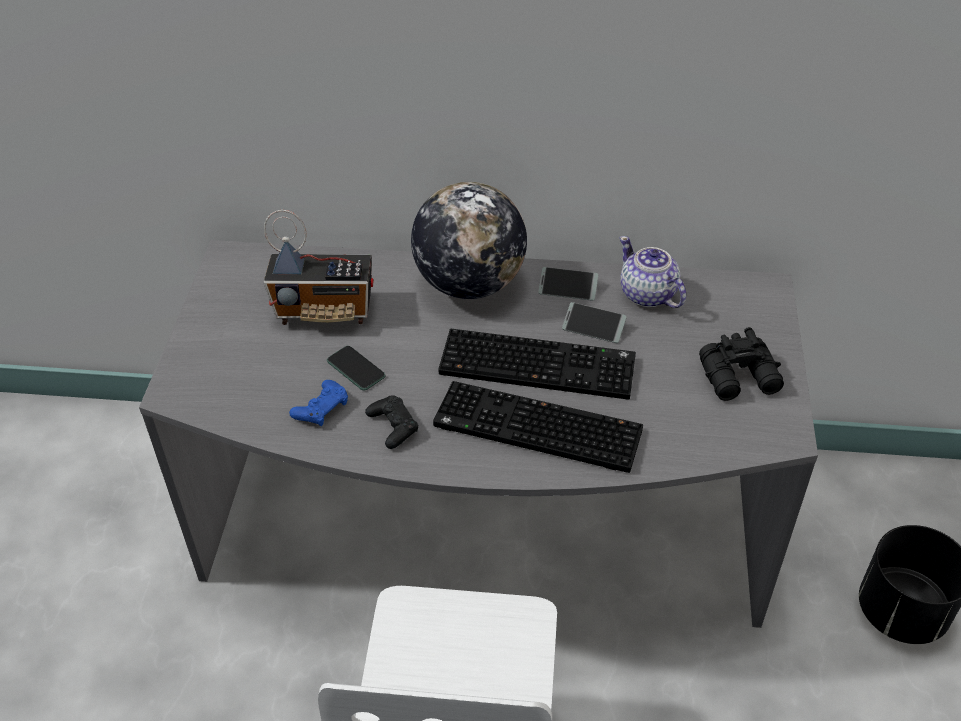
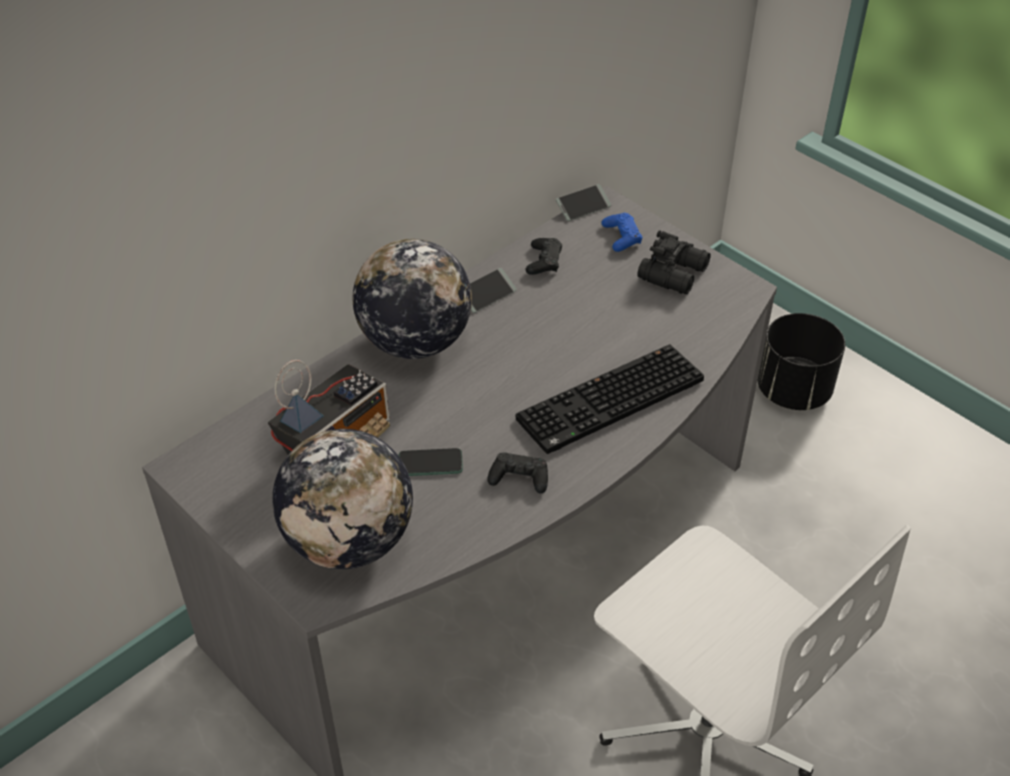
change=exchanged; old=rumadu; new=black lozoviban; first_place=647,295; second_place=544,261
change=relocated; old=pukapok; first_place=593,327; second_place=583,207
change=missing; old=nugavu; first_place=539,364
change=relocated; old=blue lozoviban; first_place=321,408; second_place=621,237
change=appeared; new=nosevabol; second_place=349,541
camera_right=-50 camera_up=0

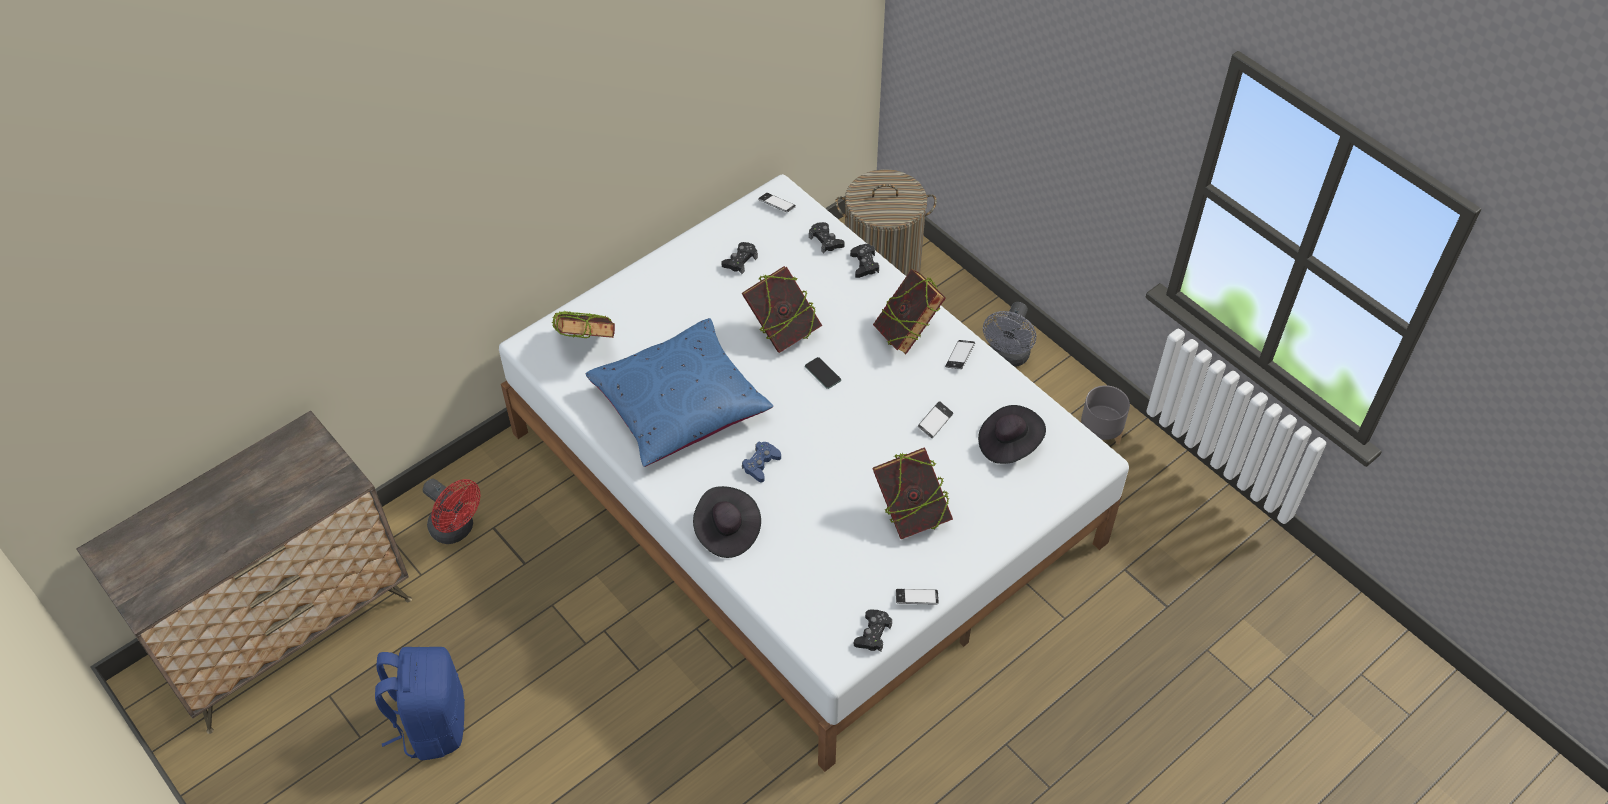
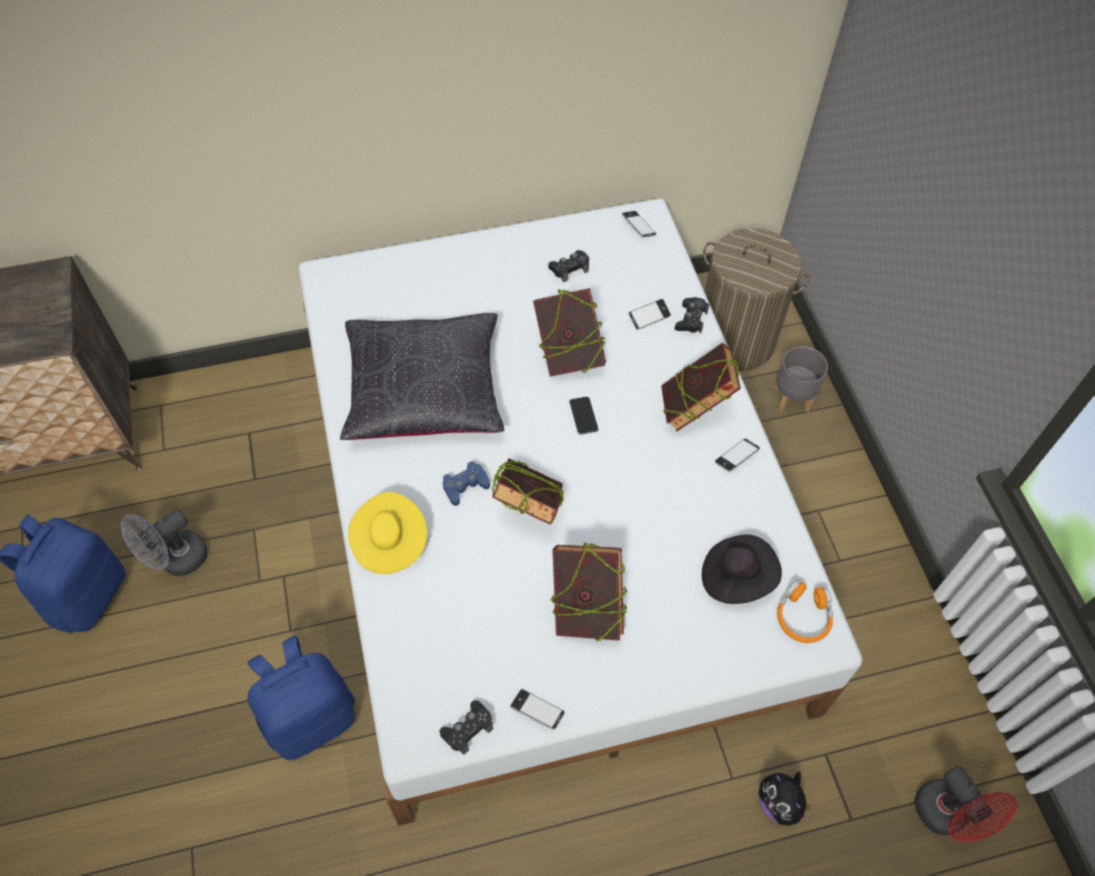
change=missing; old=black lozoviban; first_place=826,241
change=relocated; old=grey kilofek; first_place=1008,357; second_place=176,560
change=relocated; old=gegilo; first_place=587,347; second_place=528,510
change=colour; old=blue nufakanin; new=black nufakanin; first_place=679,405; second_place=424,390
change=relocated; old=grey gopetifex; first_place=1099,437; second_place=793,398
change=relocated; old=pukapok; first_place=935,422; second_place=649,316
change=relocated; old=red kilofek; first_place=457,530; second_place=947,817
change=colour; old=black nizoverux; new=yellow nizoverux; first_place=726,531; second_place=389,542
change=appeared; new=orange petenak; second_place=803,616
change=appeared; new=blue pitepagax; second_place=310,717
change=appeared; new=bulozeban; second_place=779,803
camera_right=25 camera_up=5

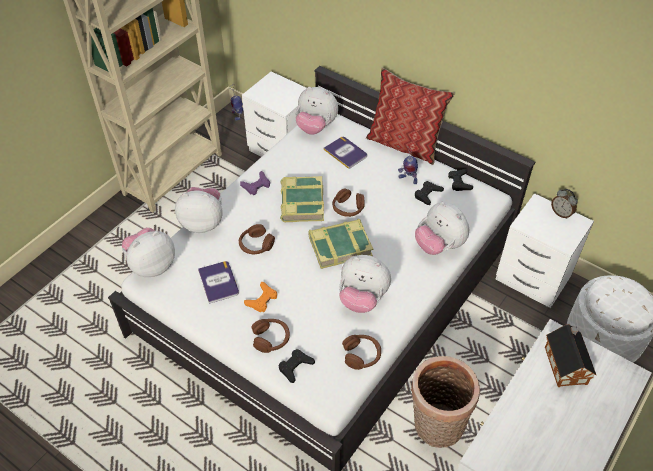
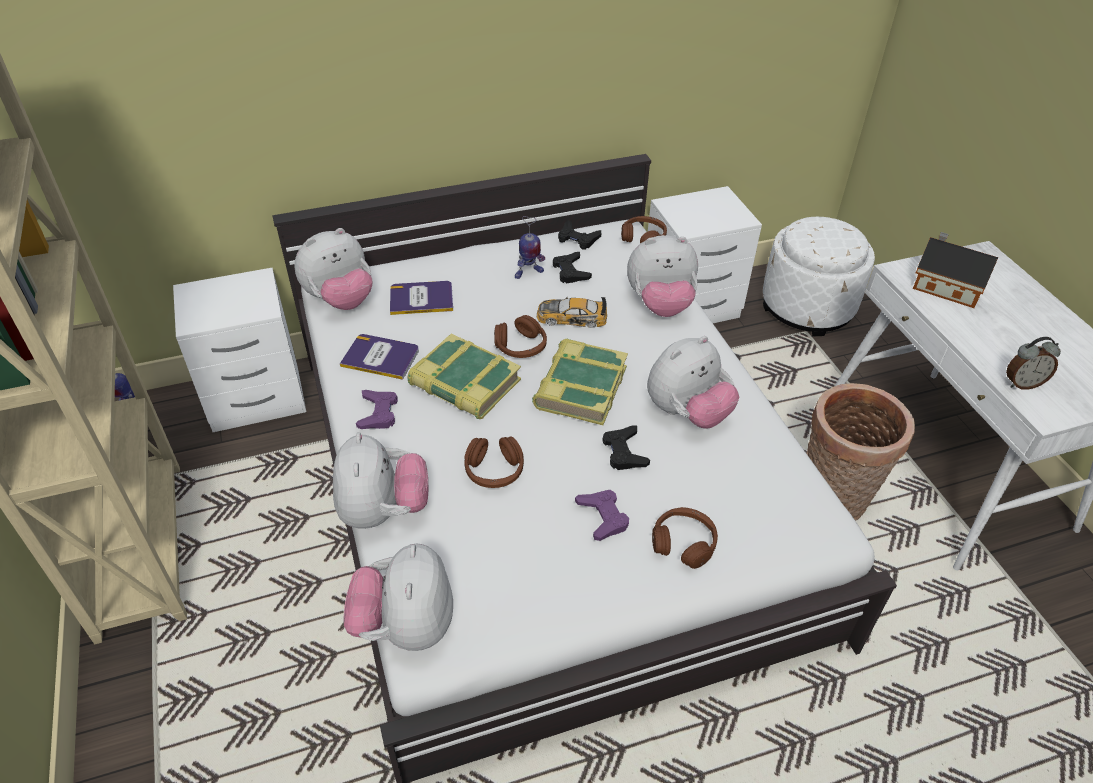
change=missing; old=nufakanin; first_place=405,144
change=spun; old=bulozeban; first_place=203,222; second_place=383,511; degrees=135
change=relocated; old=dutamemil; first_place=561,213; second_place=1022,383
change=relocated; old=gegilo; first_place=218,282; second_place=380,357
change=colour; old=orange lozoviban; new=purple lozoviban; first_place=262,300; second_place=603,517
change=relocated; old=brown petenak; first_place=362,355; second_place=643,238
change=relocated; old=black lozoviban; first_place=295,367; second_place=624,452
change=appeared; new=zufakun; second_place=571,317
camera_right=-55 camera_up=-5

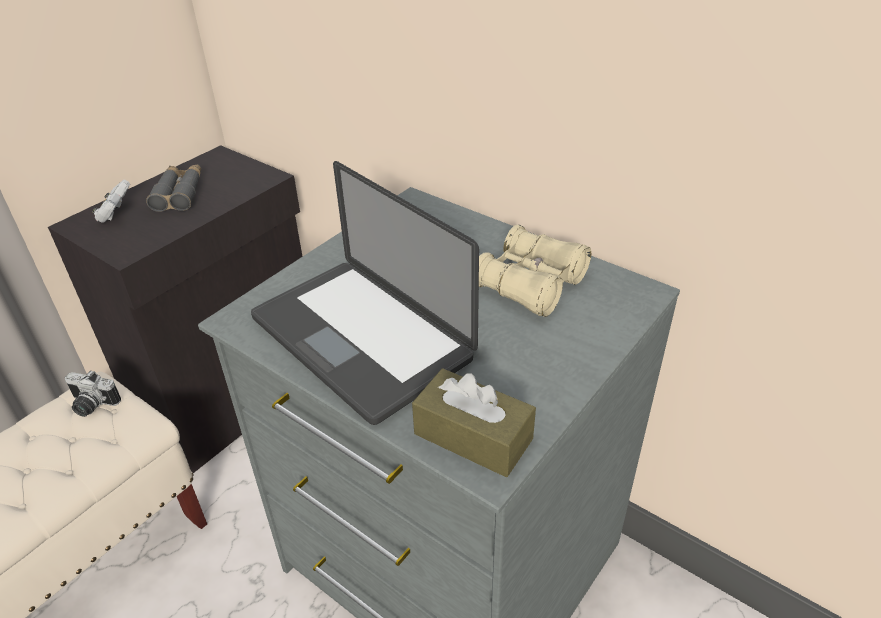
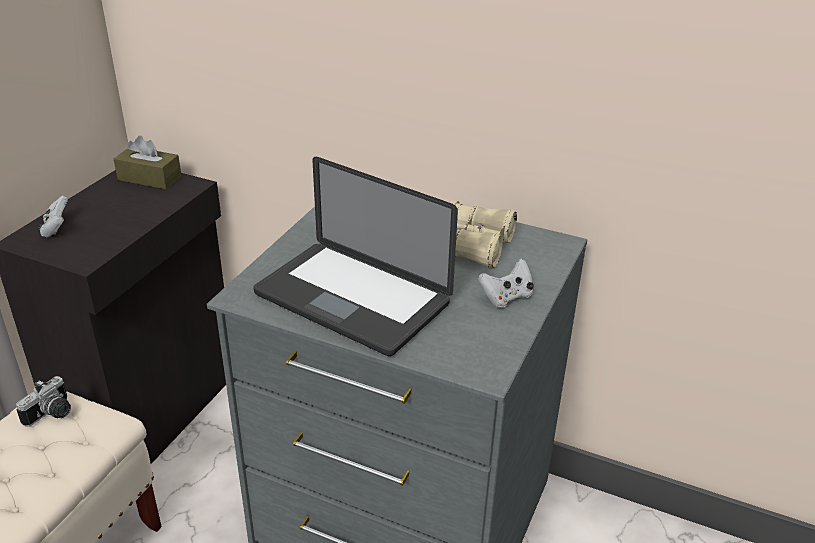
change=missing; old=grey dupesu; first_place=179,194
change=relocated; old=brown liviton; first_place=473,436; second_place=149,178
change=spun; old=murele; first_place=91,405; second_place=52,414; degrees=-60
change=appeared; new=white lozoviban; second_place=506,297
camera_right=-15 camera_up=-5

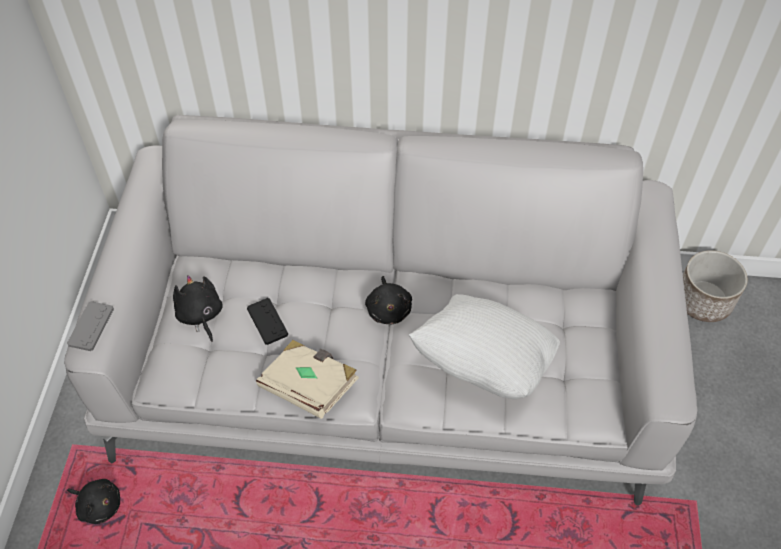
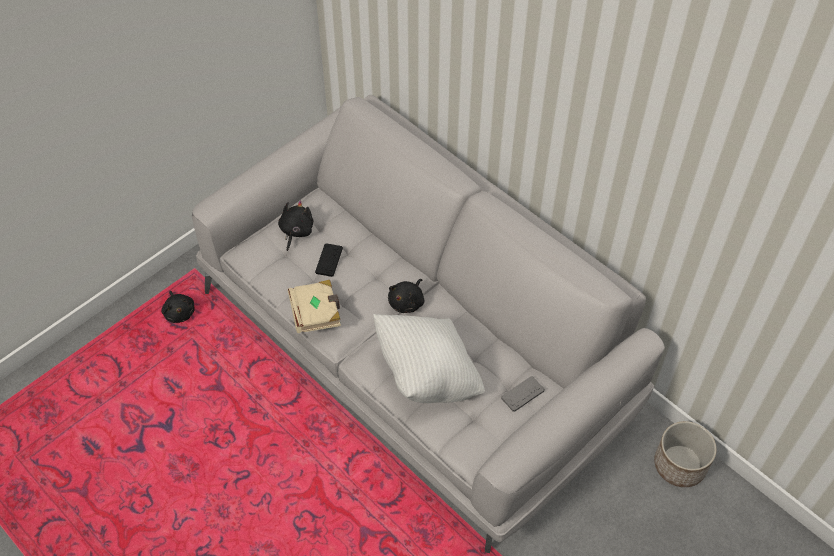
change=relocated; old=grey lozoviban; first_place=91,326; second_place=522,394
camera_right=40 camera_up=0

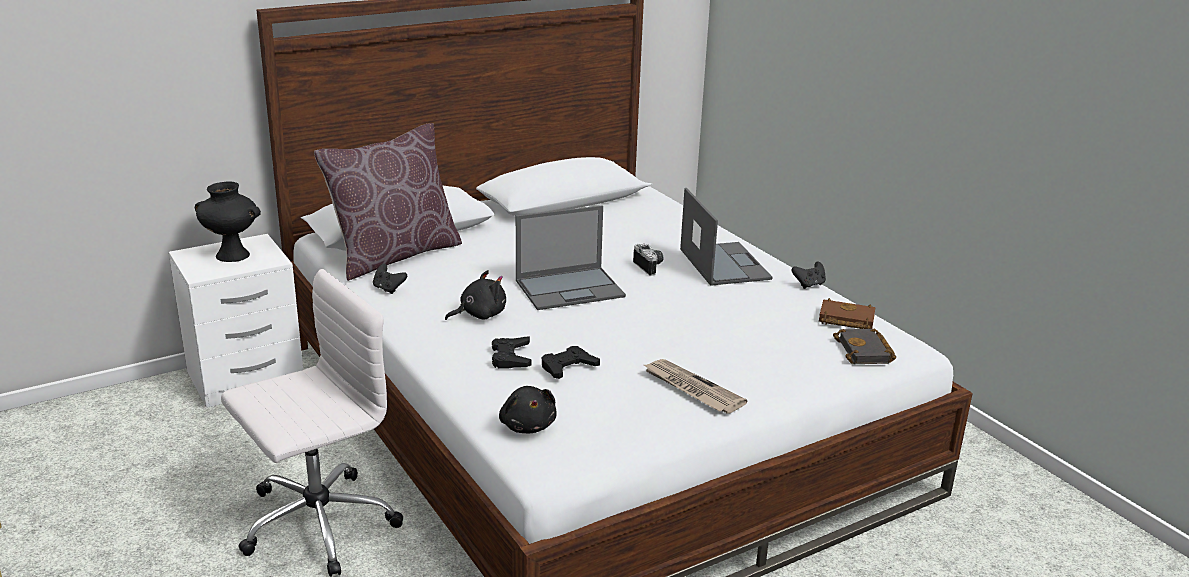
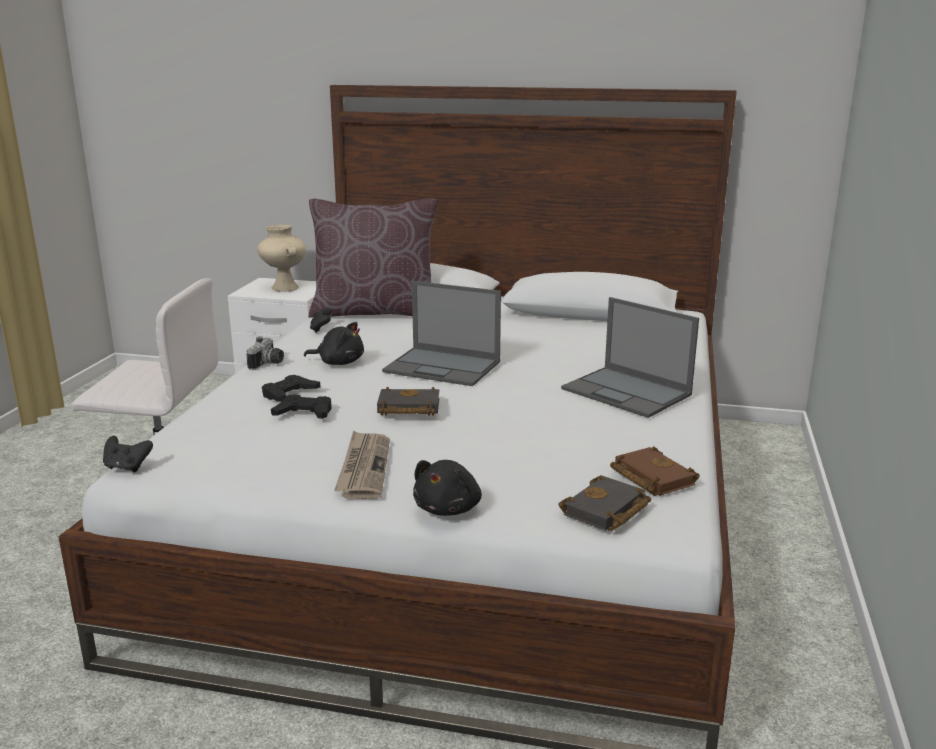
change=colour; old=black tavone; new=beige tavone; first_place=231,256; second_place=284,288
change=spun; old=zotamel; first_place=723,263; second_place=627,392; degrees=105
change=relocated; old=murele; first_place=650,267; second_place=268,364
change=relocated; old=black lozoviban; first_place=809,285; second_place=127,467
change=relocated; old=black bulozeban; first_place=527,425; second_place=449,508
change=appeared; new=black gegilo; second_place=407,408
camera_right=45 camera_up=-5

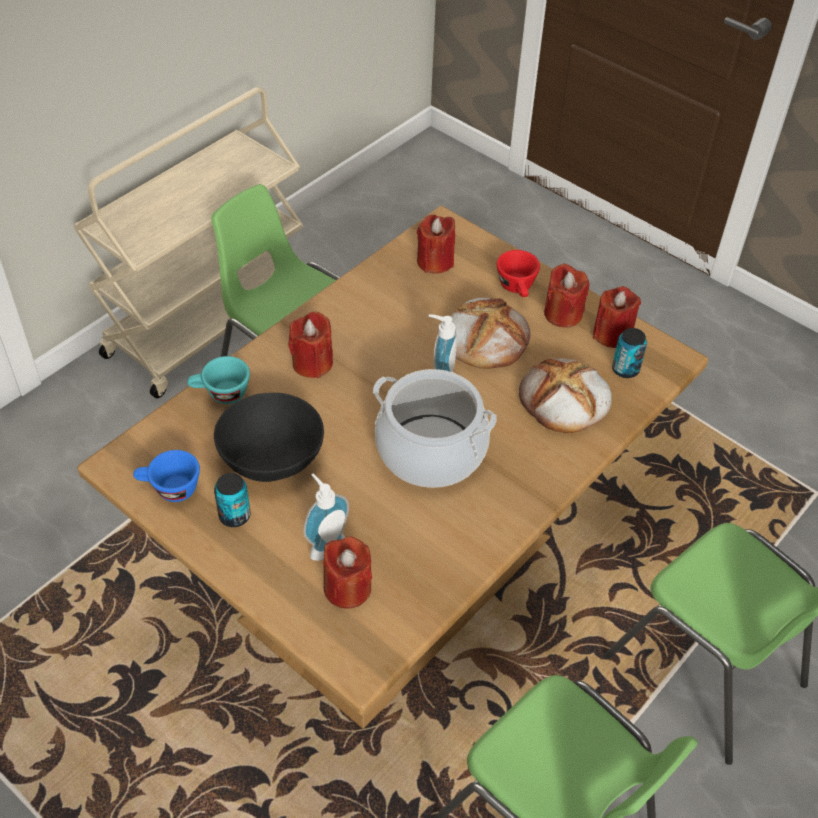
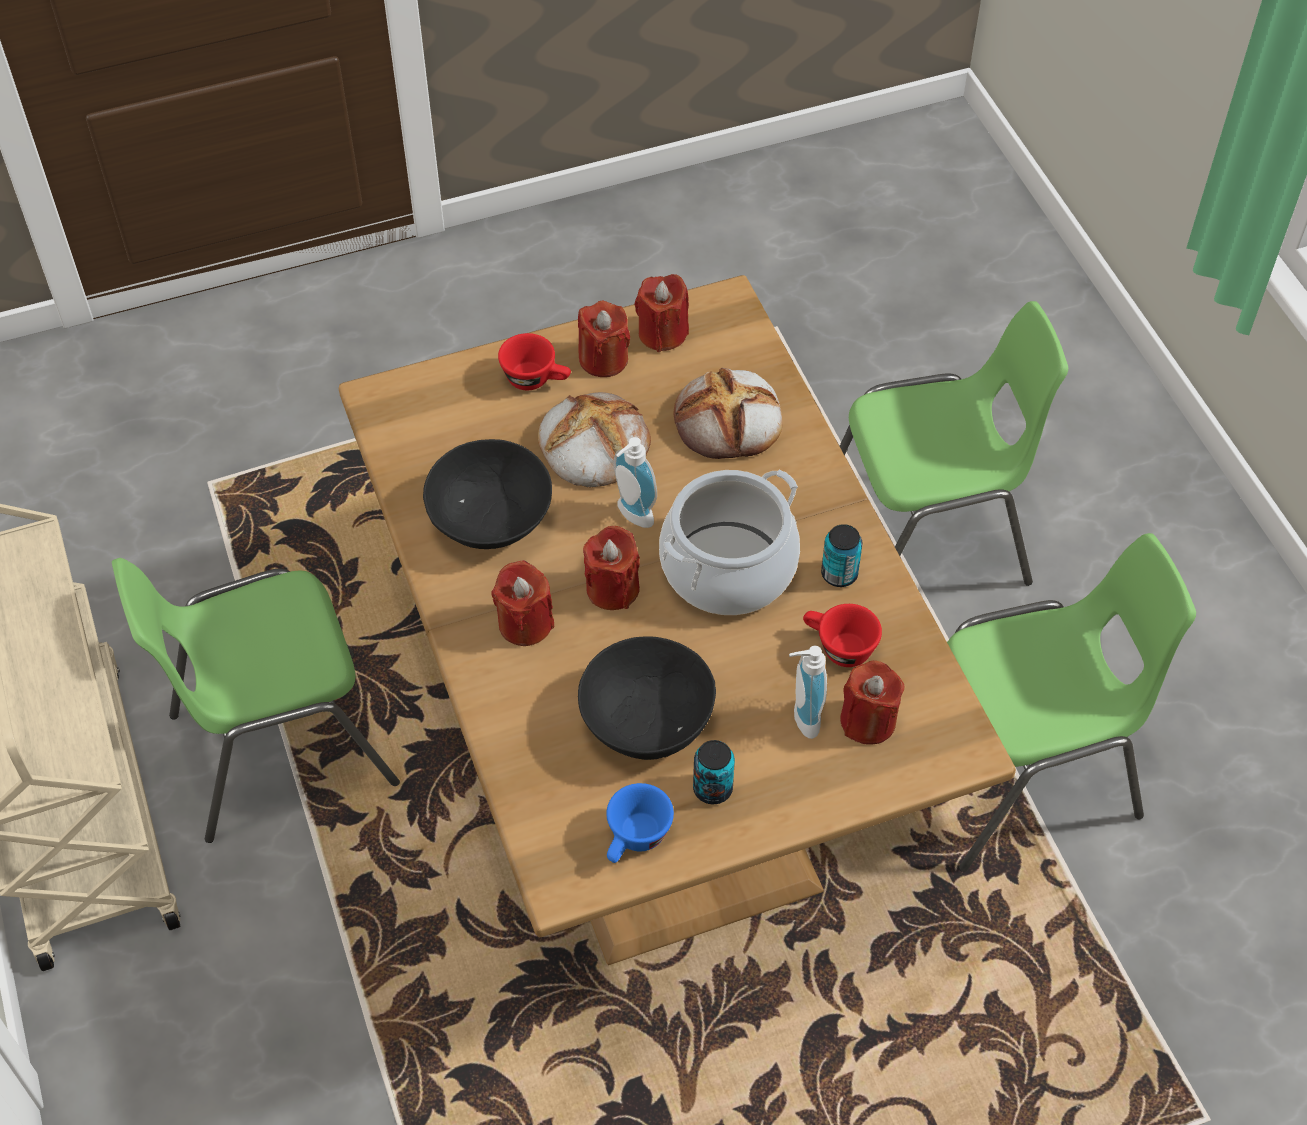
change=relocated; old=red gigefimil; first_place=435,261; second_place=612,588
change=relocated; old=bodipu; first_place=625,369; second_place=839,574
change=missing; old=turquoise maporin; first_place=221,394
change=appeared; new=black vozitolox; second_place=491,519
change=appeared; new=red maporin; second_place=838,647
camera_right=-60 camera_up=5

